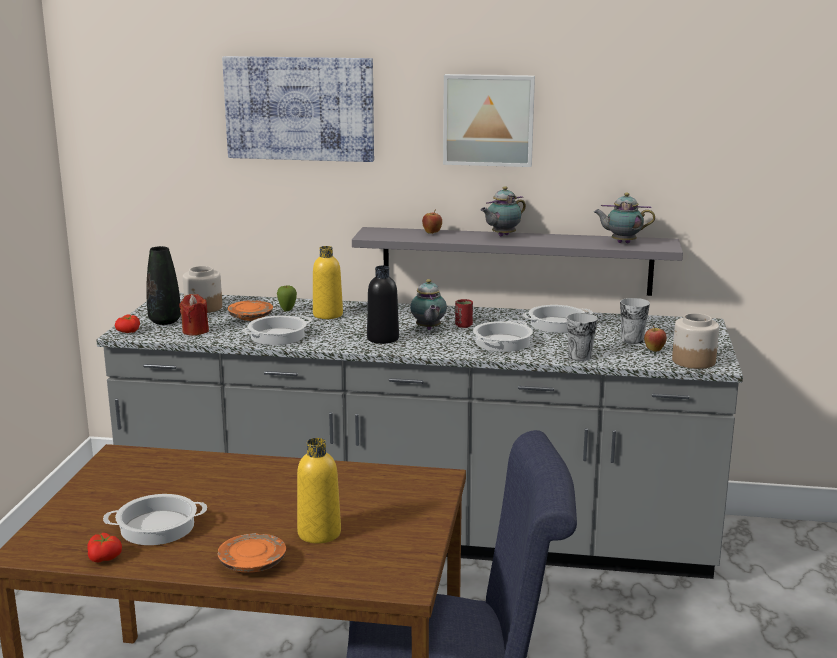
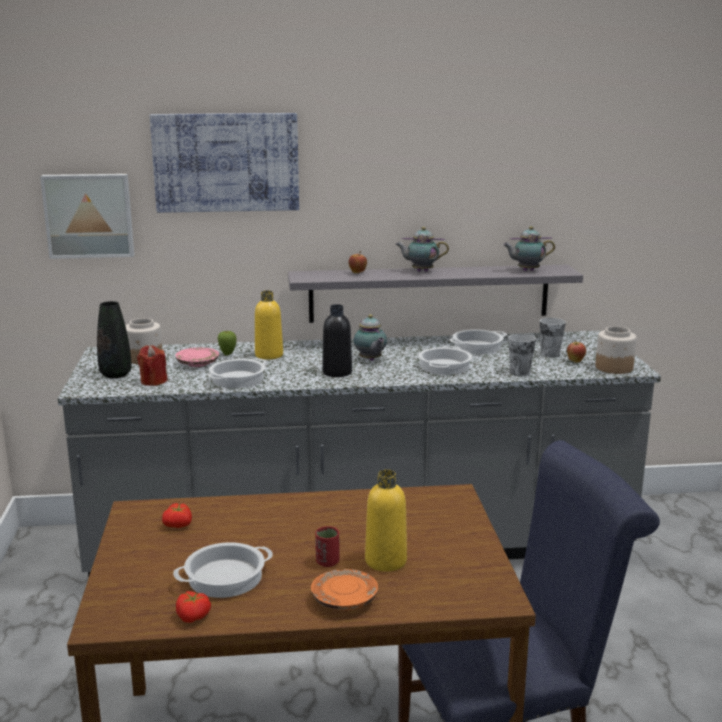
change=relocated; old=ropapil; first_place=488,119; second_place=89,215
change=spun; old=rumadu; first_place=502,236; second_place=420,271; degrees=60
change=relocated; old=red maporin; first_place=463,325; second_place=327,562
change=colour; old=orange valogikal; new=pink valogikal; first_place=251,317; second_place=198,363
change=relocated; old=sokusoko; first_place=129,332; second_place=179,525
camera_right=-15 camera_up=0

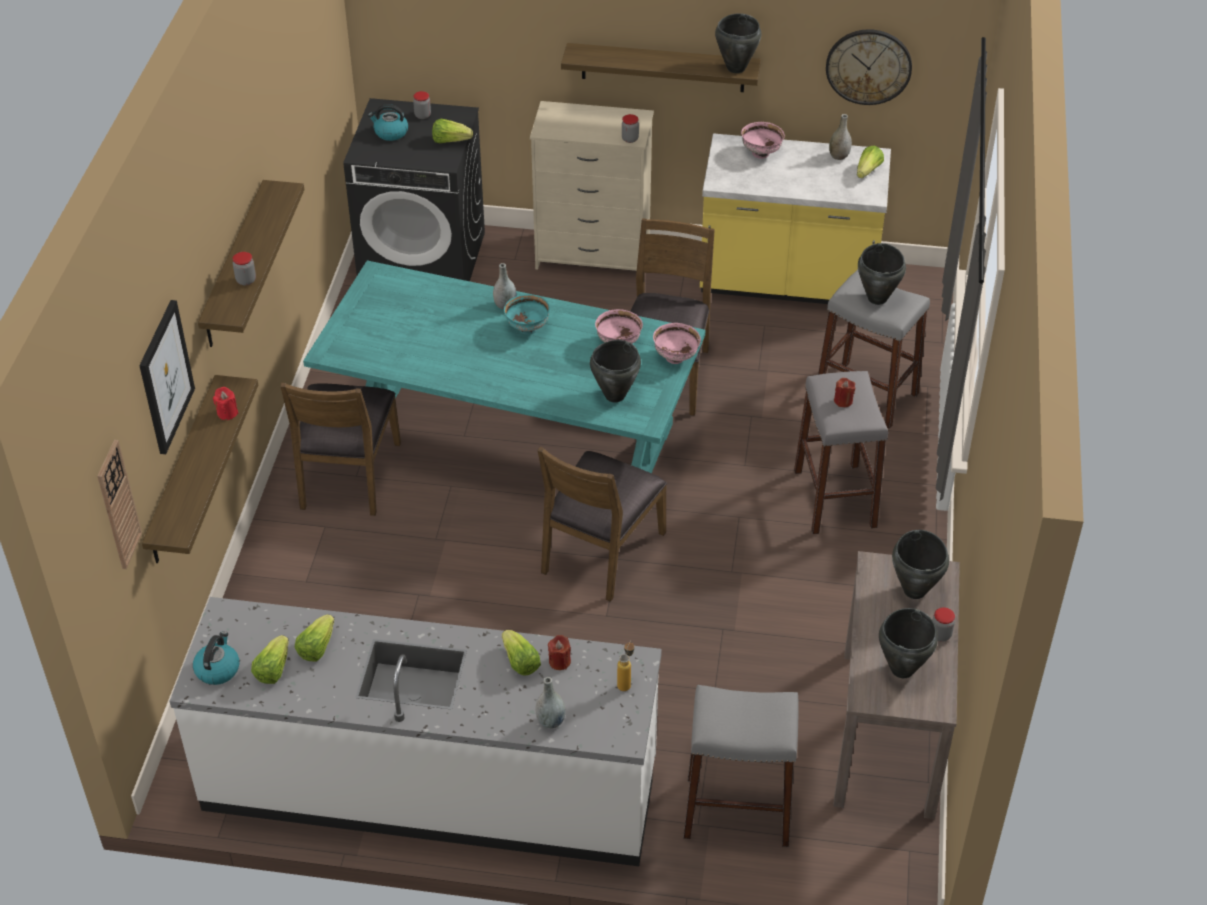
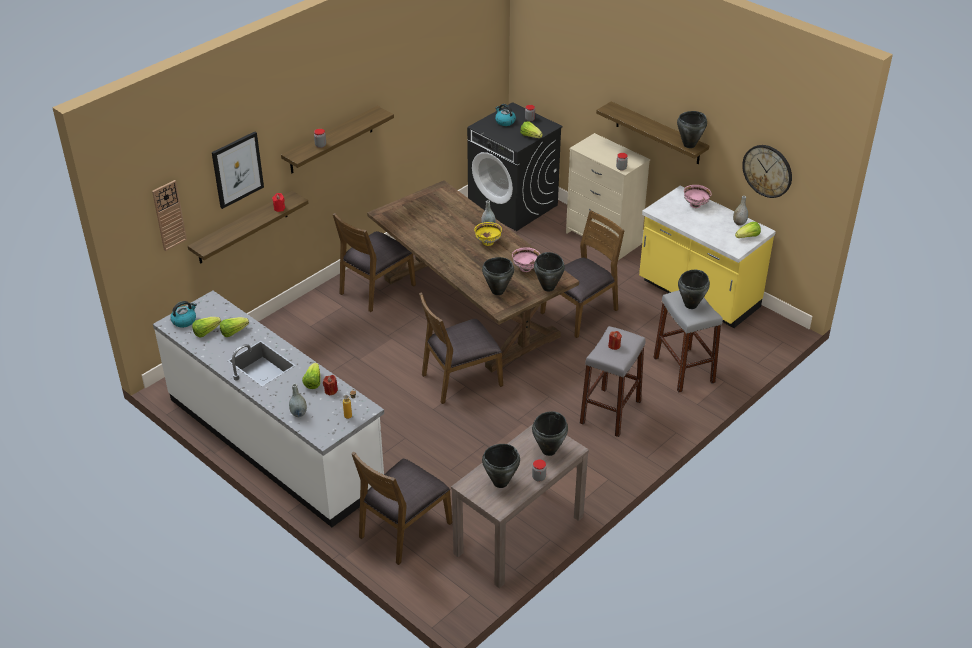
change=colour; old=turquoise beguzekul; new=brown beguzekul; first_place=511,439; second_place=471,307
change=colour; old=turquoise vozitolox; new=yellow vozitolox; first_place=527,328; second_place=487,242
change=exchanged; old=pink vozitolox; new=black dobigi; first_place=676,357; second_place=548,287
change=exchanged; old=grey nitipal; new=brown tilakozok; first_place=737,810; second_place=403,529
camera_right=35 camera_up=-5

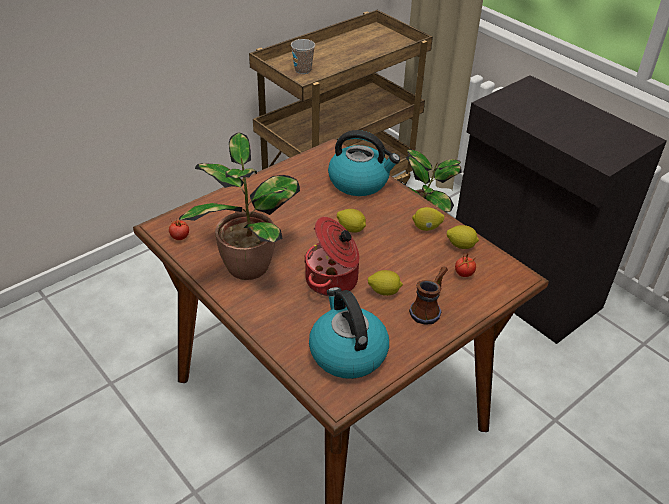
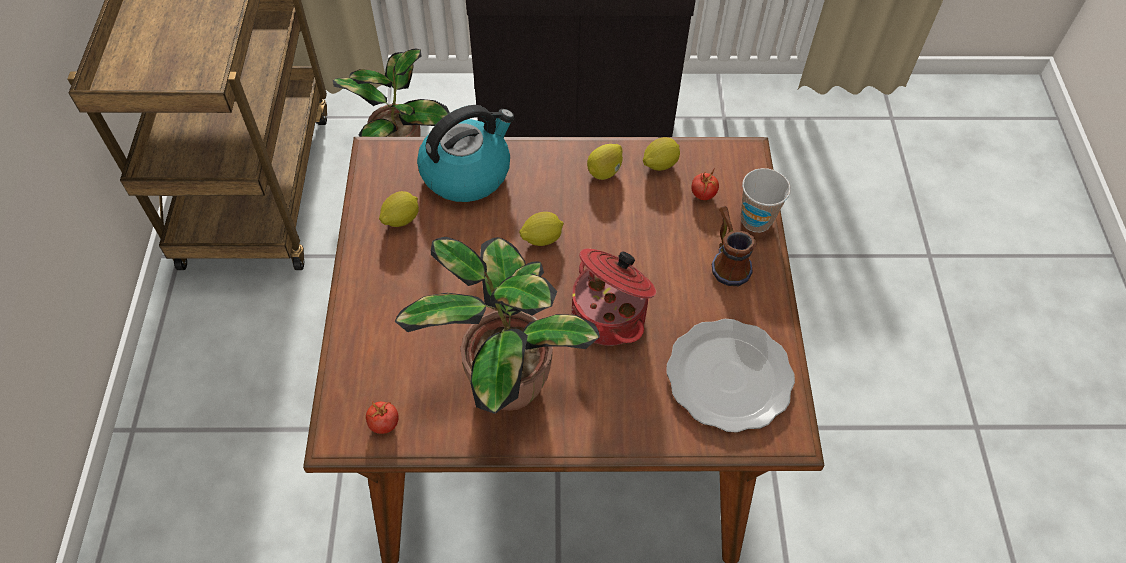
change=relocated; old=maporin; first_place=303,70; second_place=756,220
change=relocated; old=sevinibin; first_place=384,291; second_place=401,219
change=exchanged; old=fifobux; new=valogikal; first_place=347,352; second_place=730,379
camera_right=-50 camera_up=15

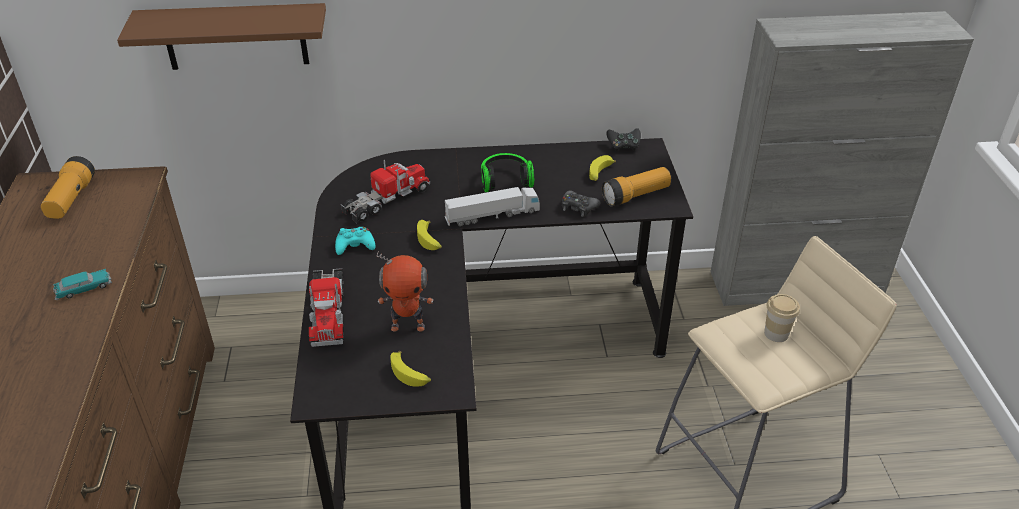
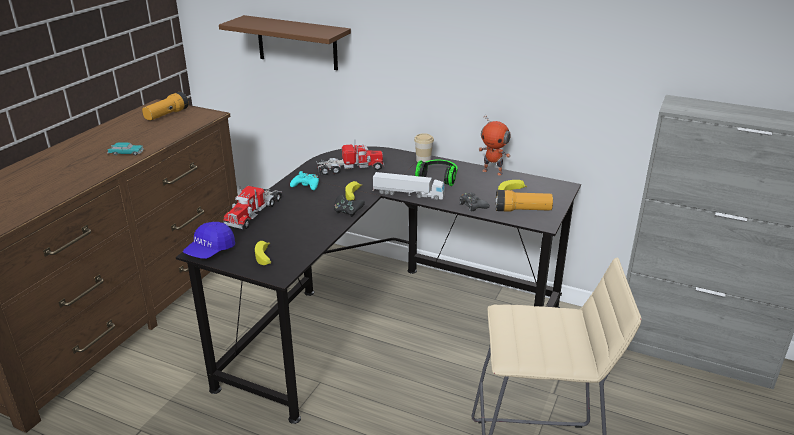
change=relocated; old=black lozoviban; first_place=623,146; second_place=347,212
change=relocated; old=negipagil; first_place=408,326; second_place=493,171
change=relocated; old=maporin; first_place=776,333; second_place=423,160
change=appeared; new=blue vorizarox; second_place=210,251
camera_right=30 camera_up=-10

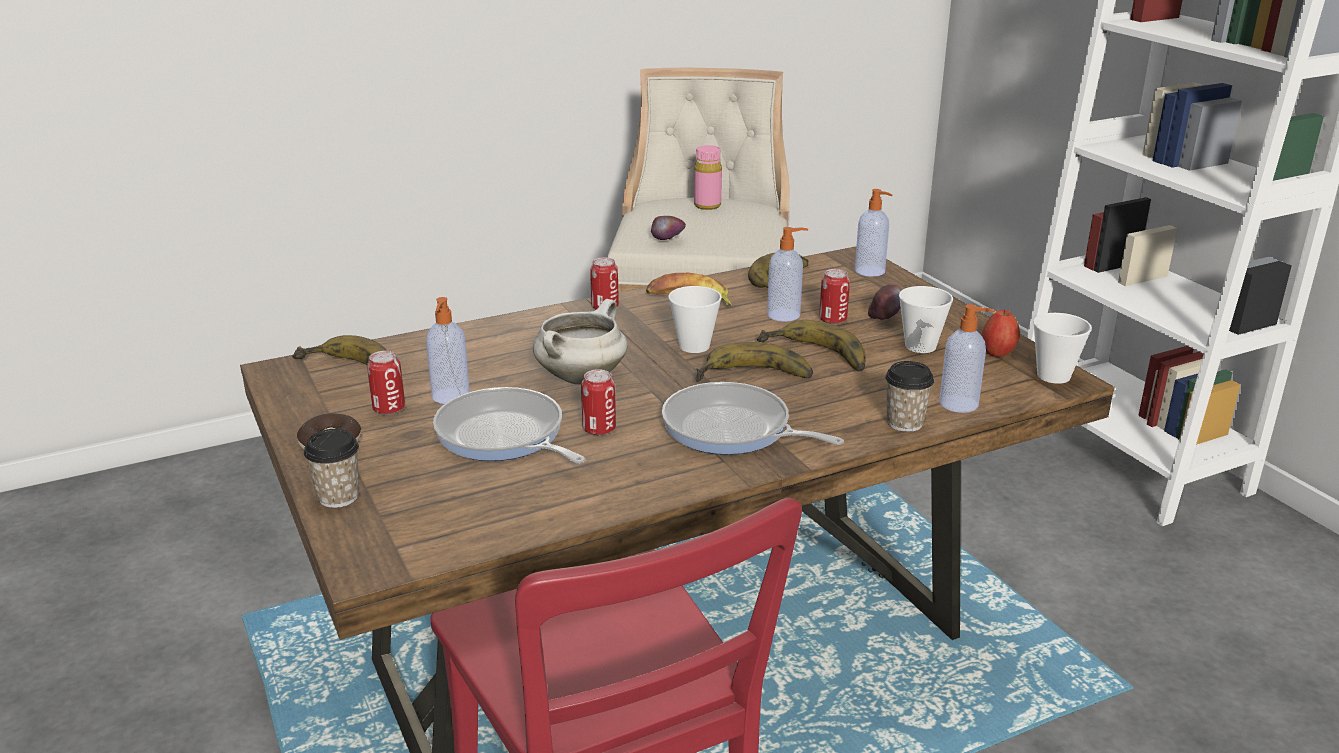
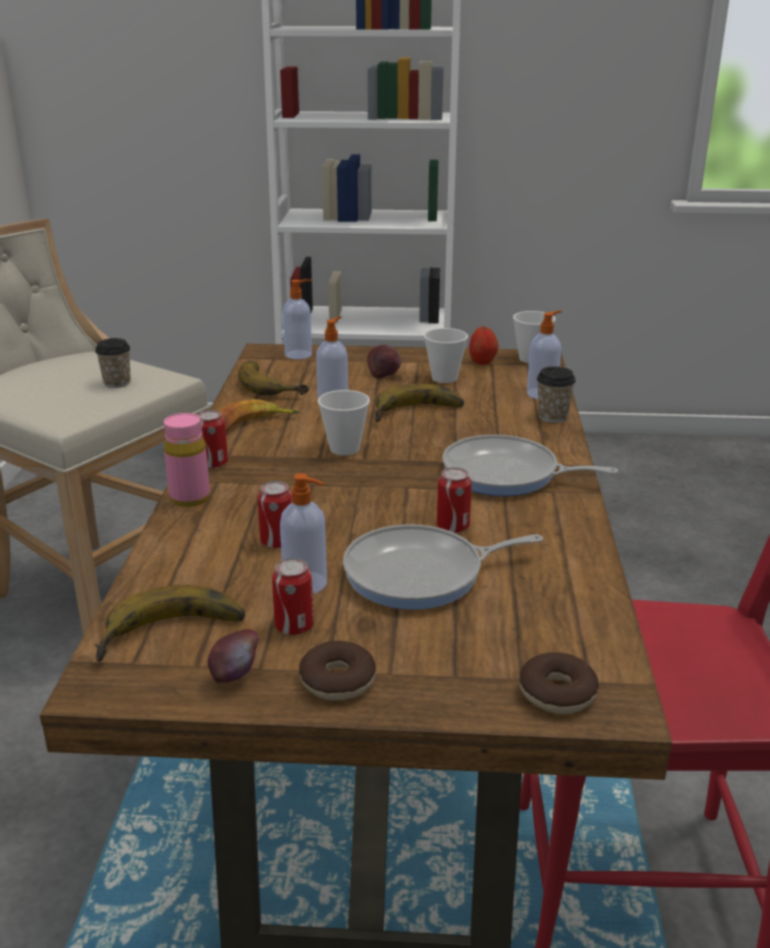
change=relocated; old=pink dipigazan; first_place=707,205; second_place=190,498
change=relocated; old=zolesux; first_place=667,242; second_place=235,676
change=relocated; old=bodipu; first_place=832,320; second_place=277,542
change=missing; old=white dobigi; first_place=581,377
change=missing; old=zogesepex; first_place=754,379
change=spun; old=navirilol; first_place=732,429; second_place=506,474; degrees=45
change=relocated; old=maporin; first_place=338,497; second_place=117,383
change=appeared; new=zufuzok; second_place=557,693
camera_right=-60 camera_up=0

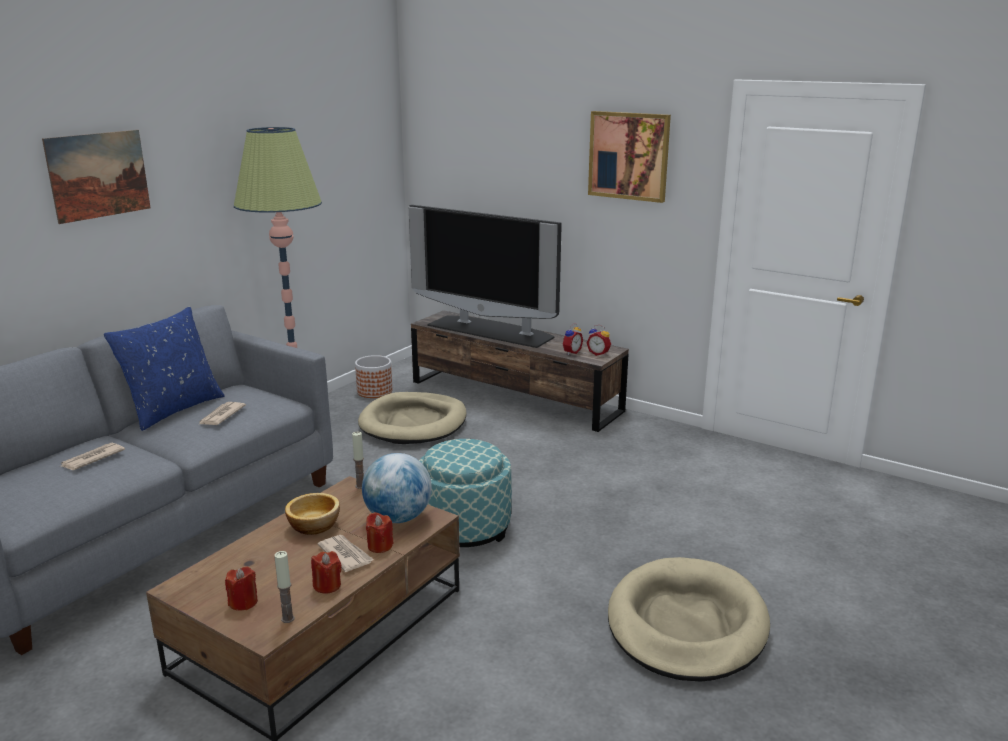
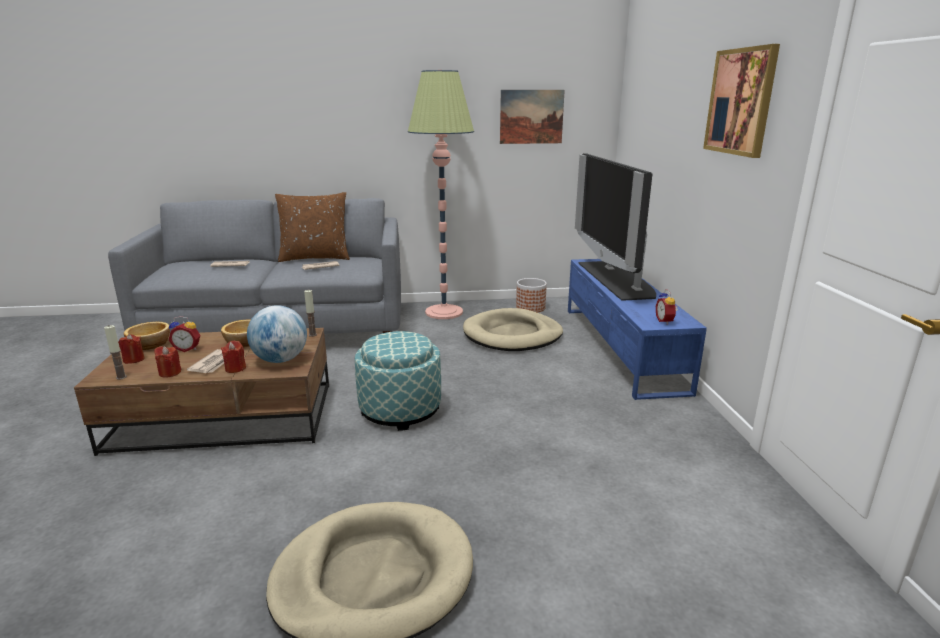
change=relocated; old=ropapil; first_place=98,175; second_place=531,117
change=colour; old=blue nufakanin; new=brown nufakanin; first_place=173,409; second_place=315,258
change=colour; old=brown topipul; new=blue topipul; first_place=515,396; second_place=621,347
change=relocated; old=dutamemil; first_place=571,352; second_place=187,349
change=appeared; new=vozitolox; second_place=151,344
camera_right=50 camera_up=0

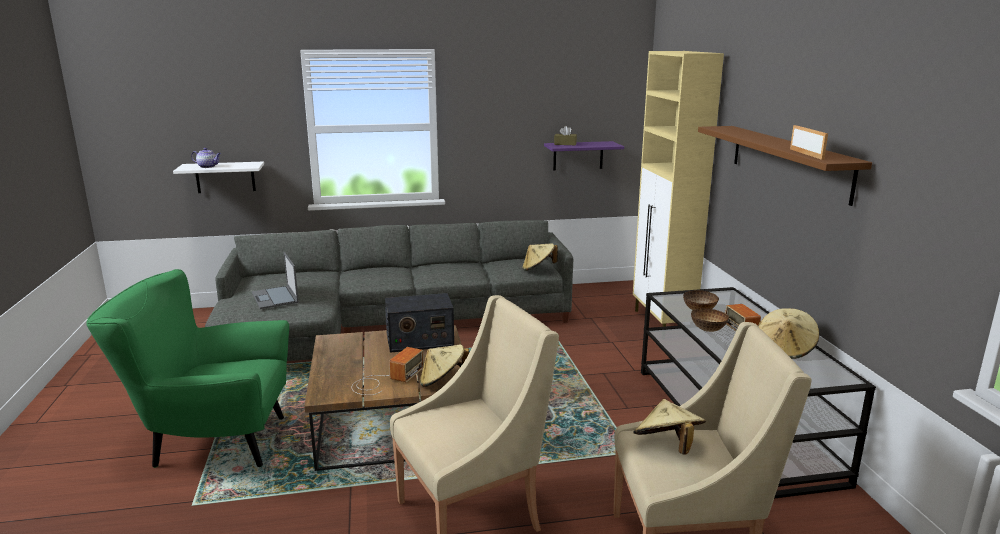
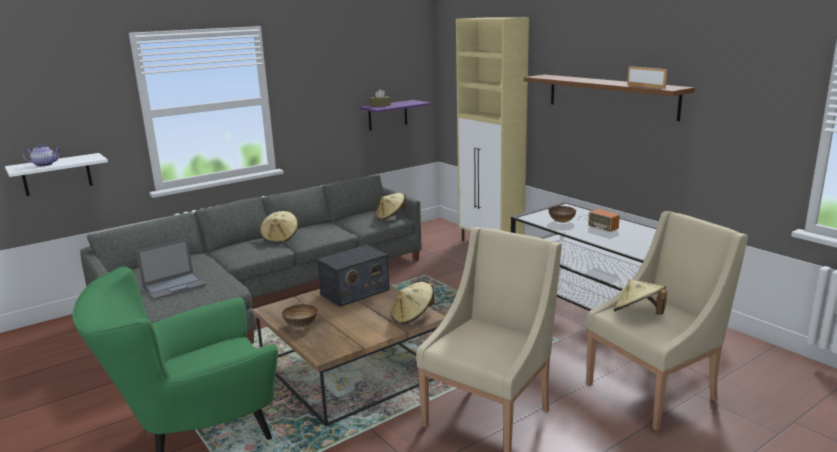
change=spun; old=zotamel; first_place=275,298; second_place=175,286; degrees=-75
change=relocated; old=vozitolox; first_place=708,330; second_place=301,325
change=relocated; old=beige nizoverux; first_place=785,349; second_place=280,238
change=missing; old=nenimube; first_place=385,380
camera_right=-25 camera_up=0

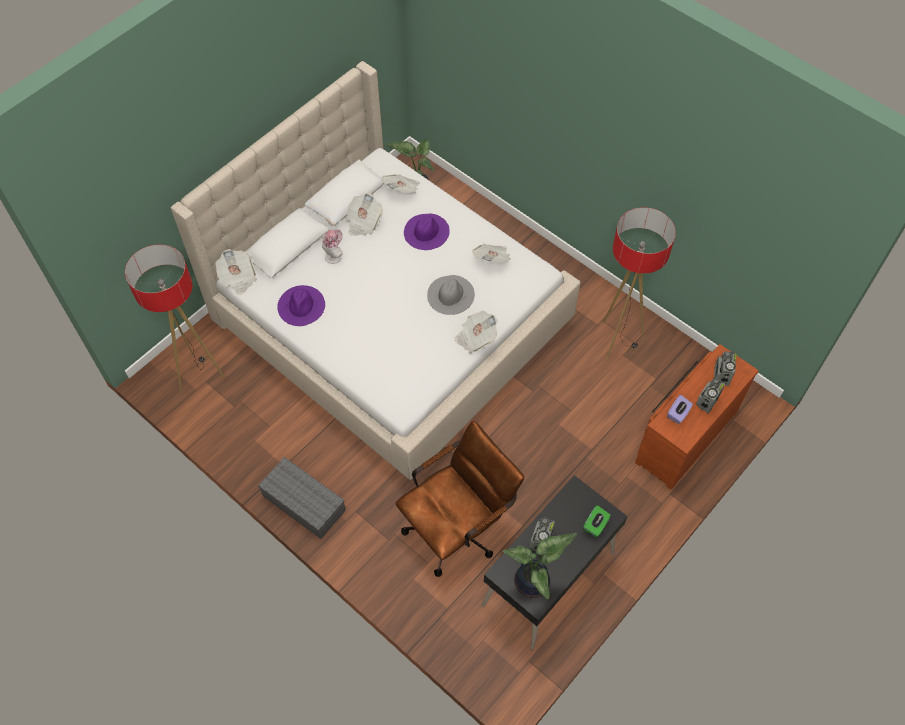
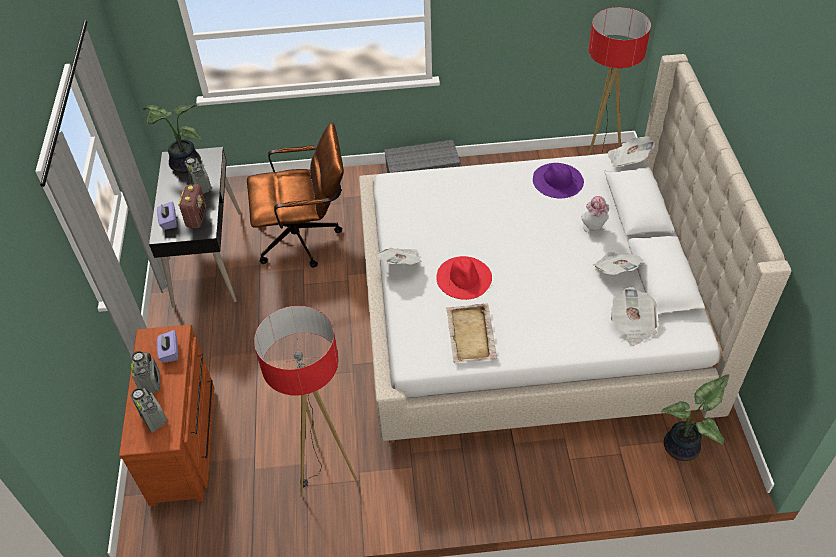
change=missing; old=purple nizoverux; first_place=426,231
change=exchanged; old=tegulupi; new=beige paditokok; first_place=492,259; second_place=470,335
change=colour; old=grey nizoverux; new=red nizoverux; first_place=450,294; second_place=464,277
change=spun; old=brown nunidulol; first_place=458,526; second_place=305,238; degrees=-105
change=colour; old=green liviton; new=purple liviton; first_place=595,525; second_place=169,221
change=appeared; new=nenimube; second_place=196,217
camera_right=135 camera_up=-10

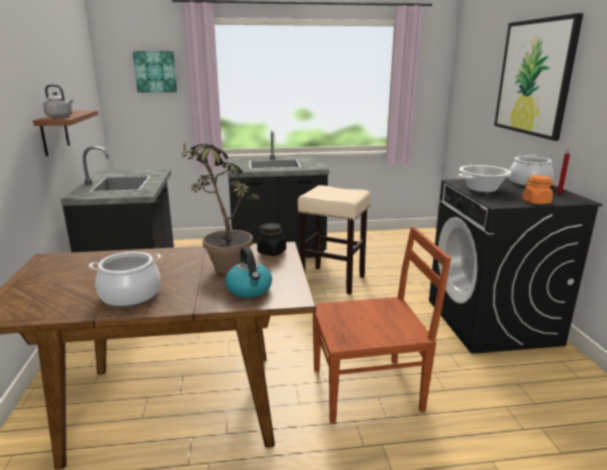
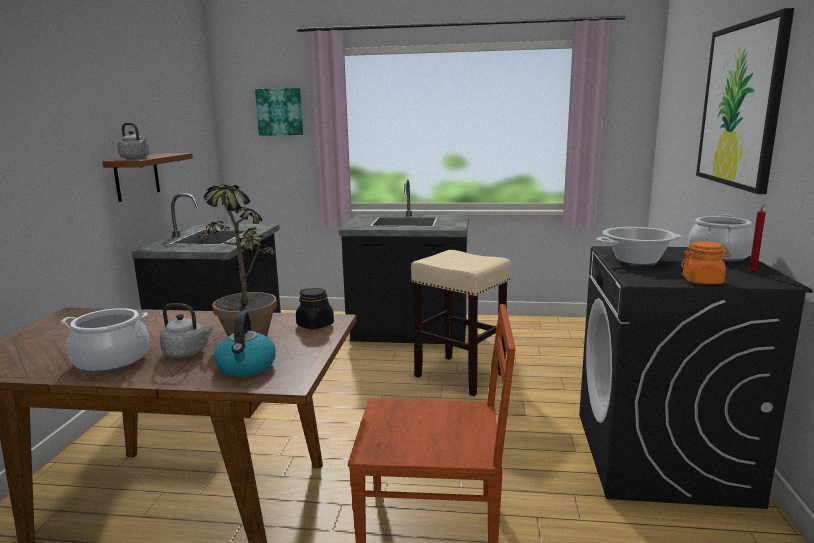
change=appeared; new=grey fifobux; second_place=187,353
camera_right=15 camera_up=-5

